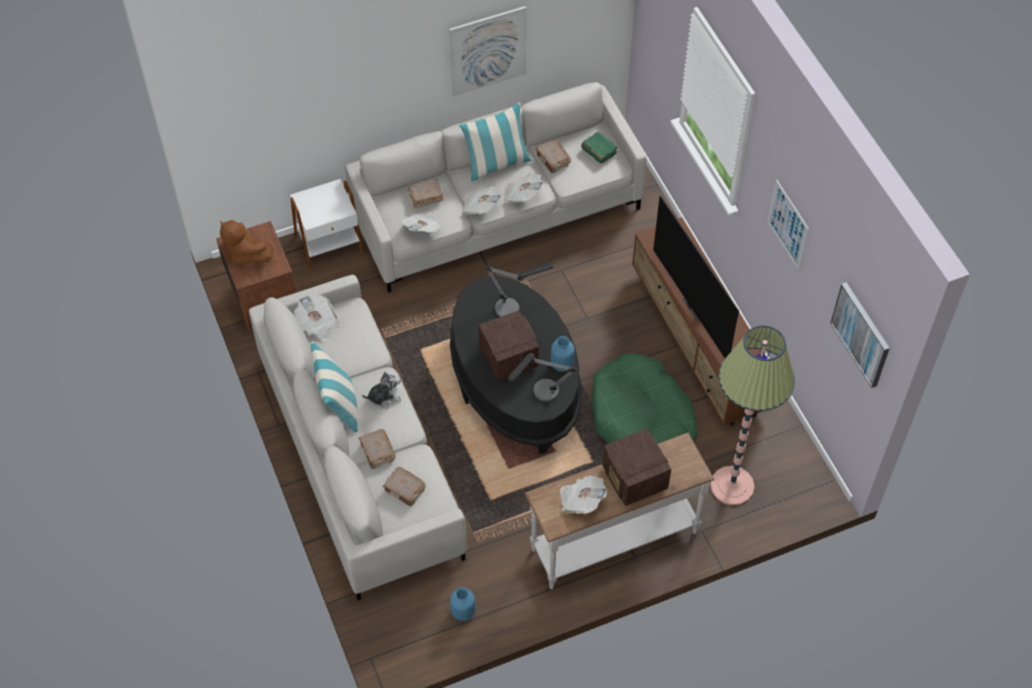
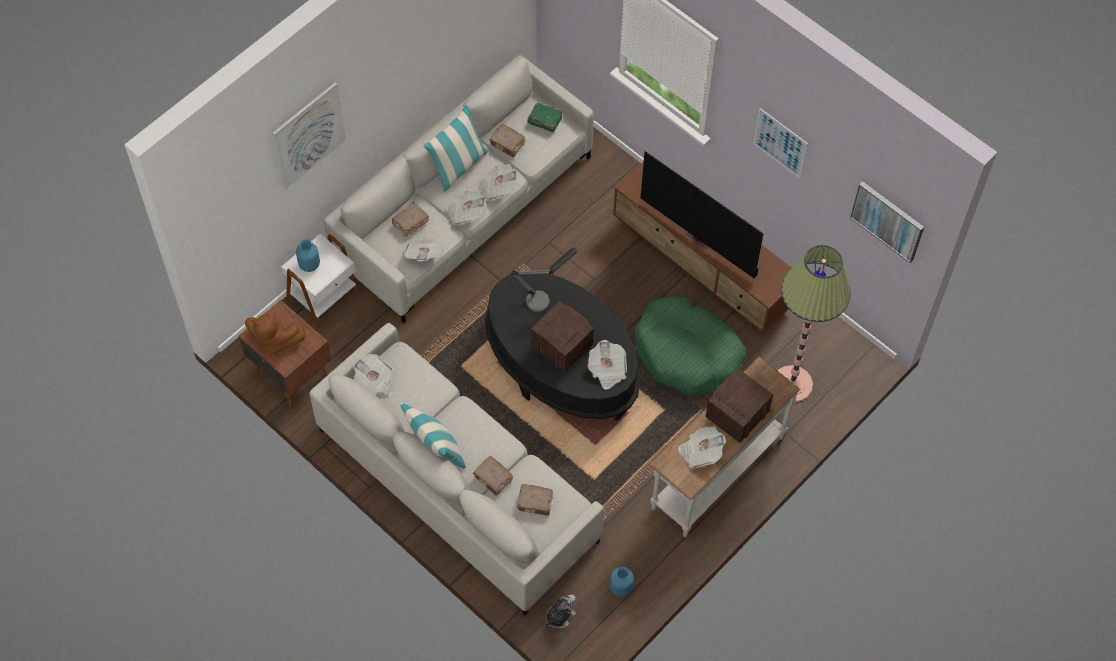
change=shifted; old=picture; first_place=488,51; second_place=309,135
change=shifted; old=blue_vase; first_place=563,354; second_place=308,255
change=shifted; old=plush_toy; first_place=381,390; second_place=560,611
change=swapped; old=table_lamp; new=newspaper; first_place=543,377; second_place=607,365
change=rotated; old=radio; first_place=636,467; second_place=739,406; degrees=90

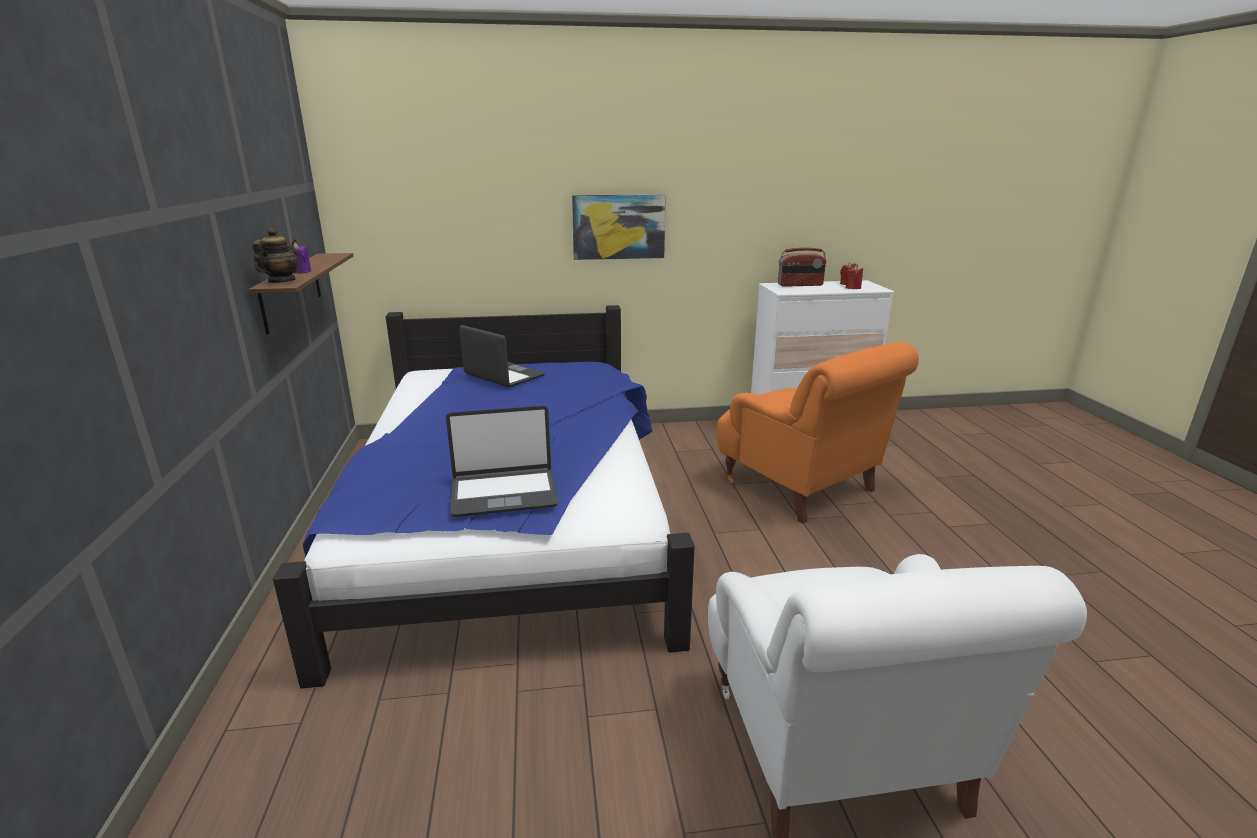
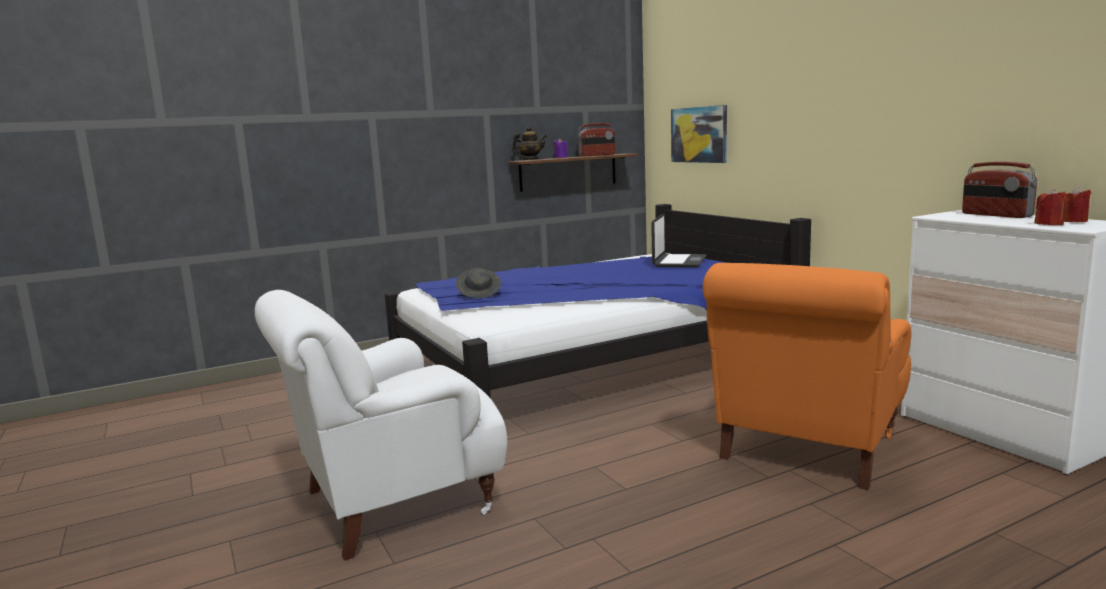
change=swapped; old=laptop; new=grey_hat; first_place=502,461; second_place=478,283
change=new; new=radio; second_place=596,140
change=shifted; old=picture; first_place=619,227; second_place=699,134

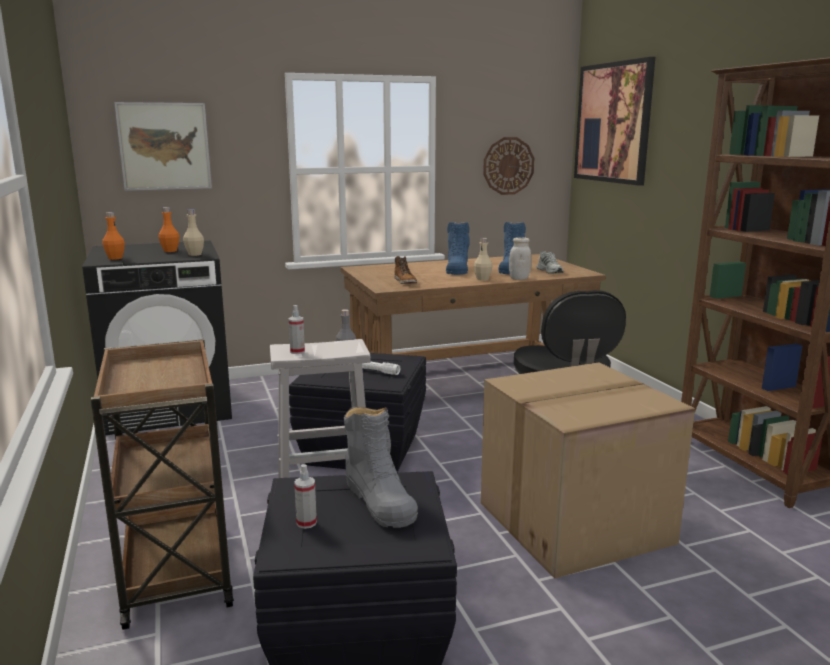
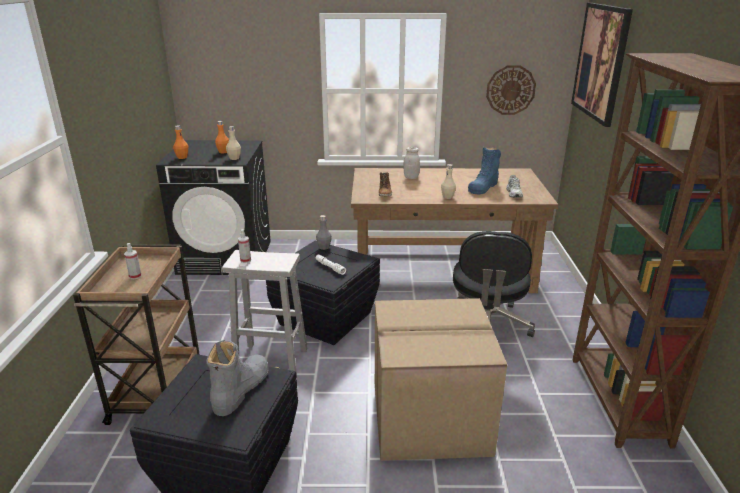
change=shifted; old=spray_bottle; first_place=305,496; second_place=133,261
change=rotated; old=grey_boot; first_place=381,467; second_place=237,378; degrees=-150
change=shifted; old=white_jar; first_place=520,258; second_place=411,163
change=gone; old=picture; first_place=163,146
change=gone; old=blue_boot; first_place=458,248

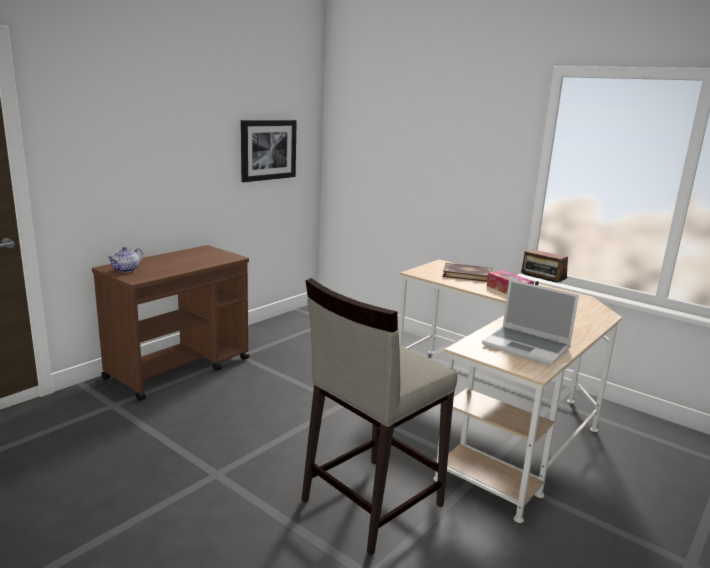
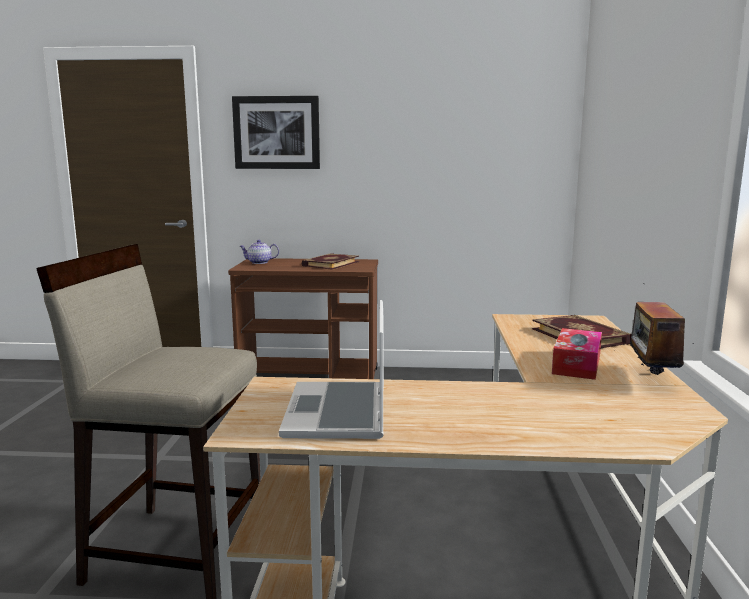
change=shifted; old=picture; first_place=269,151; second_place=276,132
change=new; new=book; second_place=330,261

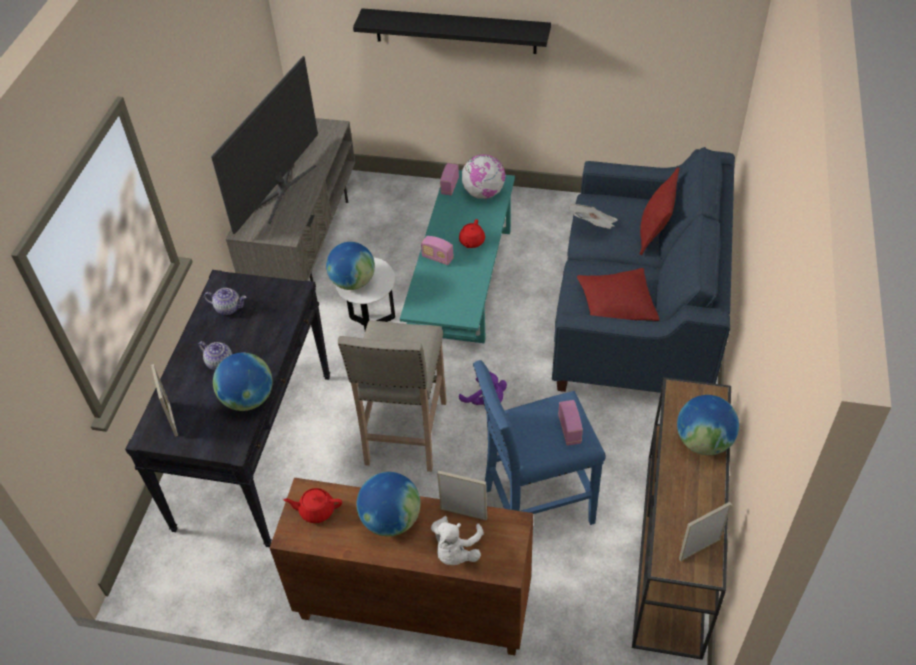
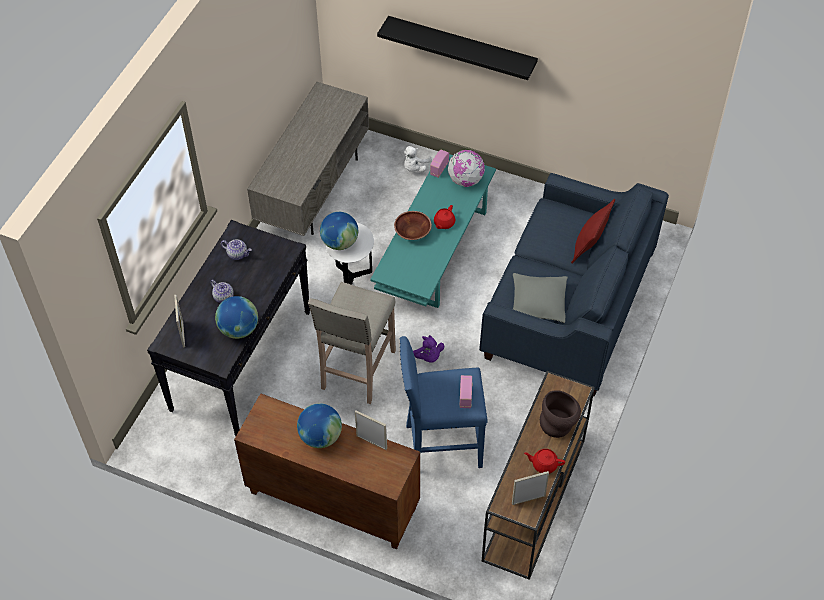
change=swapped; old=radio; new=brown_bowl; first_place=437,250; second_place=413,225
change=shifted; old=white_plush_toy; first_place=457,540; second_place=418,159
change=repainted; old=red_pillow; new=grey_pillow; first_place=618,294; second_place=540,298
change=shifted; old=red_teapot; first_place=313,505; second_place=544,461
change=swapped; old=globe; new=brown_vase; first_place=708,425; second_place=560,414
change=gone; old=television; first_place=264,145
change=gone; old=newspaper; first_place=593,216

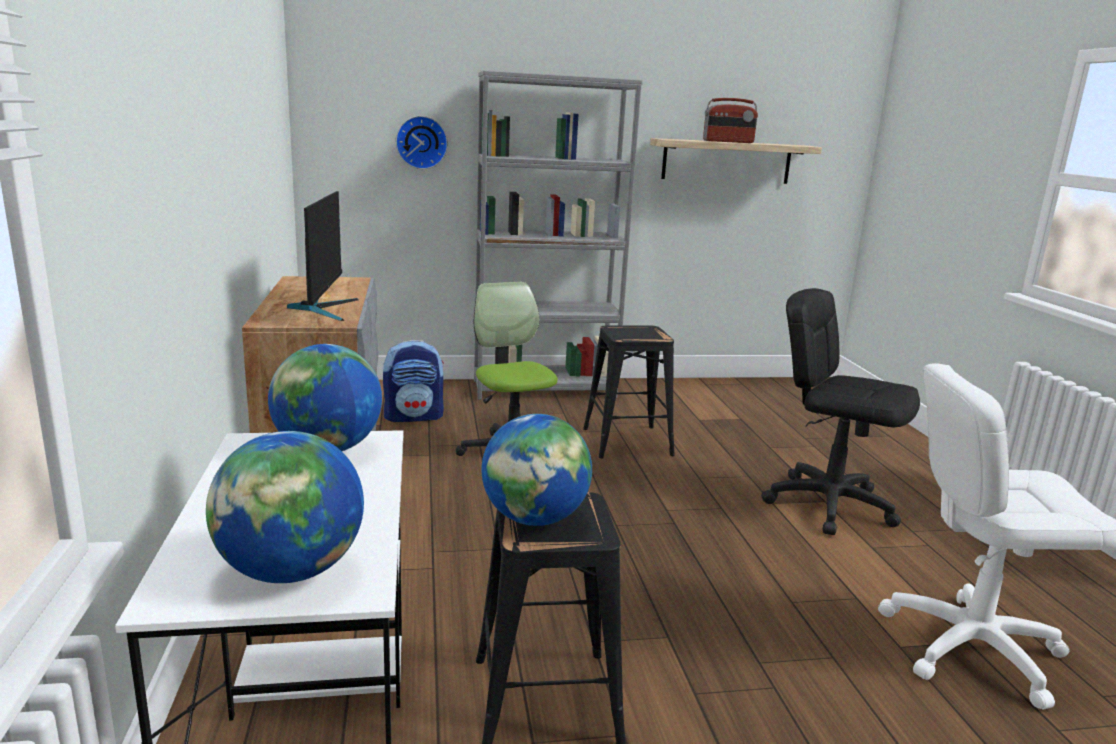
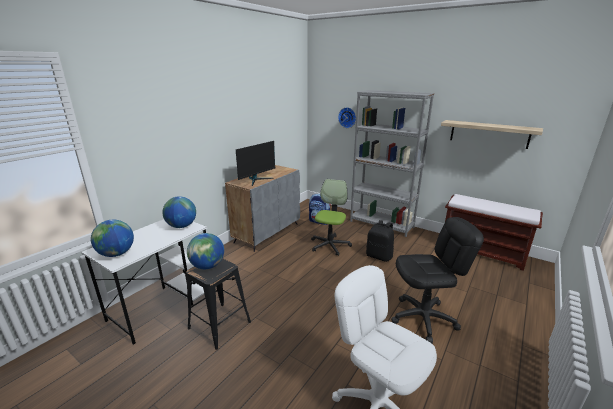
change=swapped; old=black_stool; new=black_backpack; first_place=629,392; second_place=380,241
change=rotated; old=black_office_chair; first_place=840,411; second_place=437,280; degrees=90
change=new; new=brown_bench; second_place=494,232
change=gone; old=radio; first_place=730,120

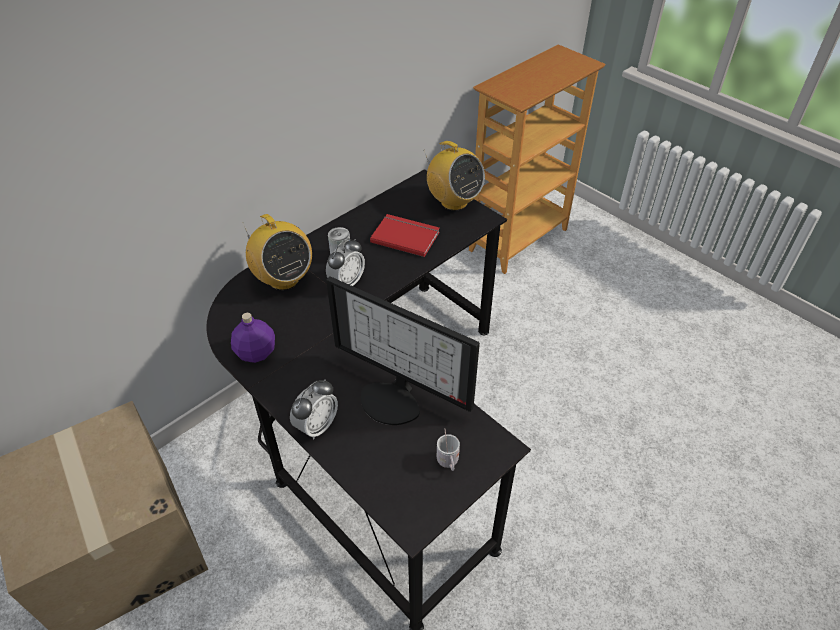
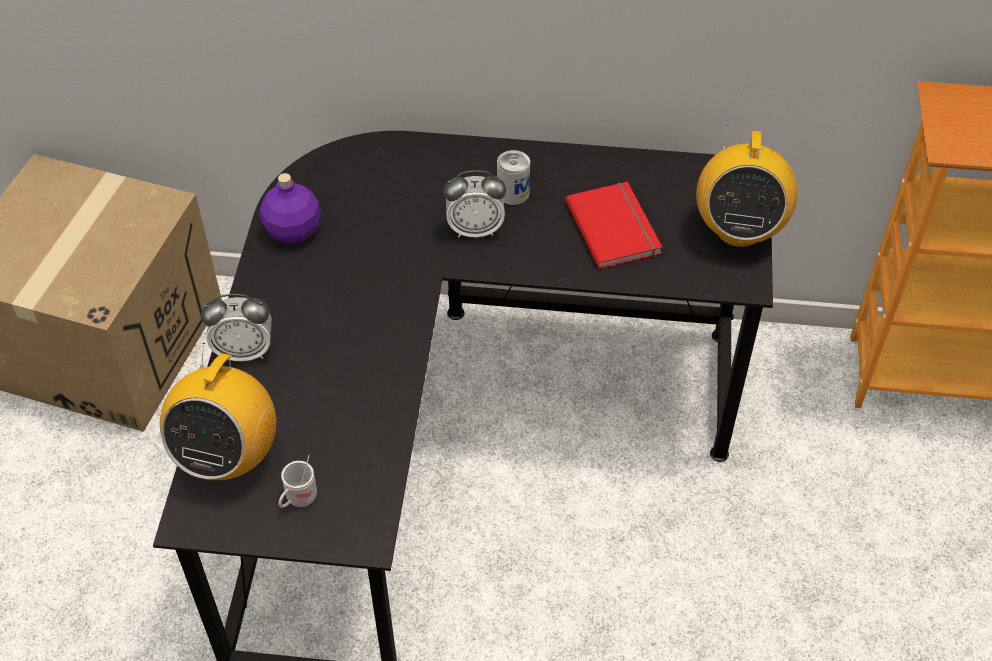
change=shifted; old=radio; first_place=277,252; second_place=218,411
change=gone; old=monitor; first_place=403,350

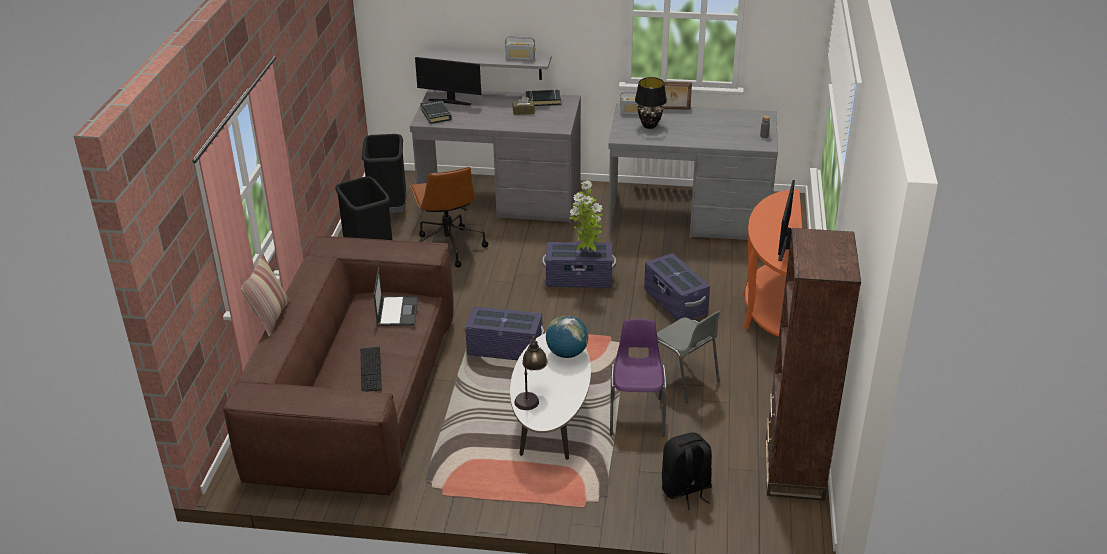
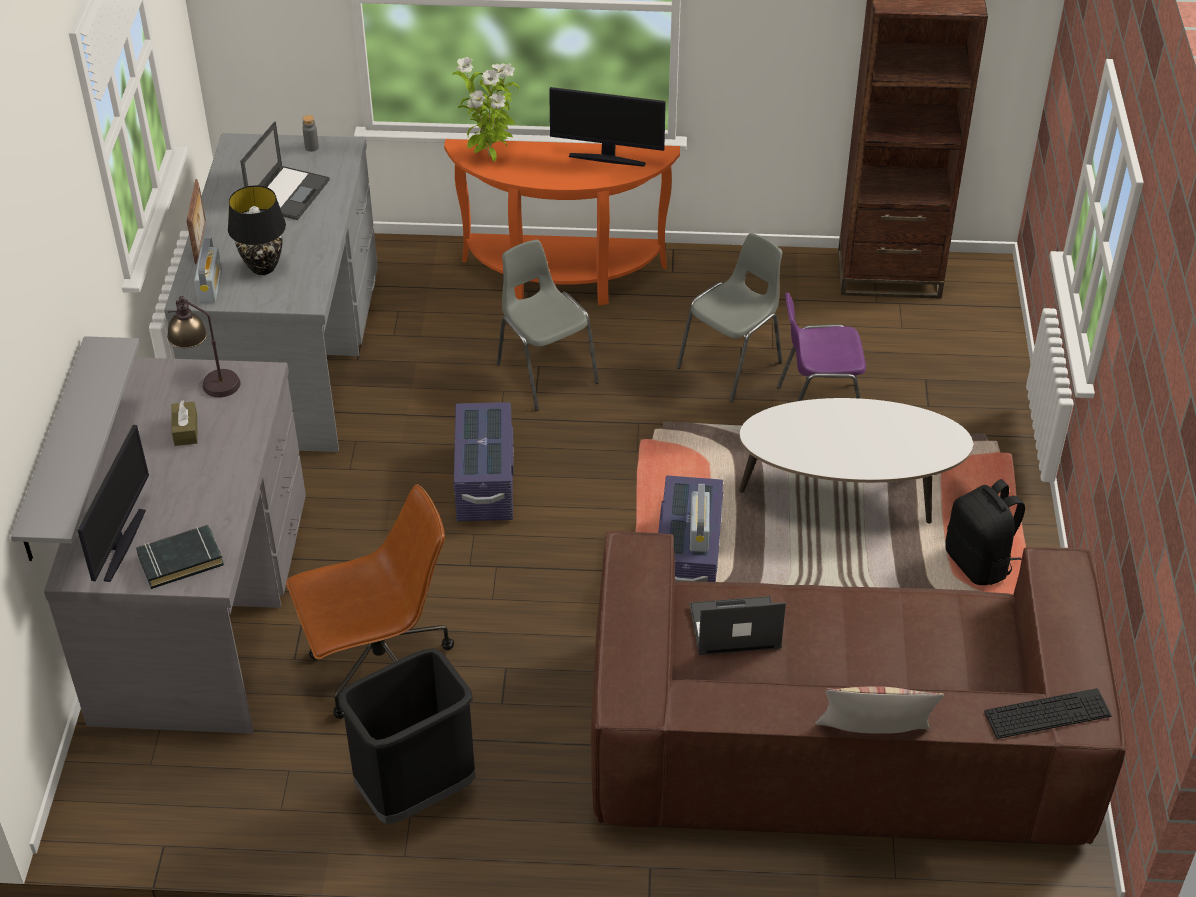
change=shifted; old=table_lamp; first_place=531,373; second_place=204,346
change=new; new=laptop; second_place=285,170
change=shifted; old=potted_plant; first_place=586,216; second_place=486,109
change=swapped; old=purple_storage_box; new=grey_chair; first_place=677,287; second_place=548,325
change=shifted; old=radio; first_place=520,48; second_place=700,518
change=shifted; old=black_backpack; first_place=687,471; second_place=985,532
change=shifted; old=keyboard; first_place=371,369; second_place=1048,713
change=gone; old=black_trash_can; first_place=384,173
change=gone; old=black_book; first_place=543,98
change=gone; old=globe; first_place=567,336

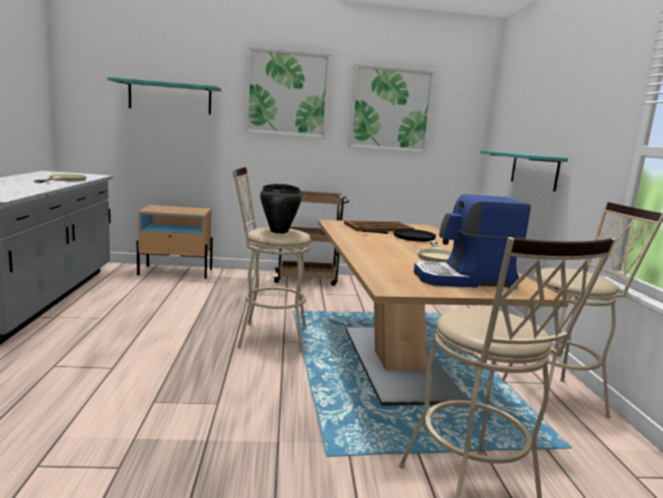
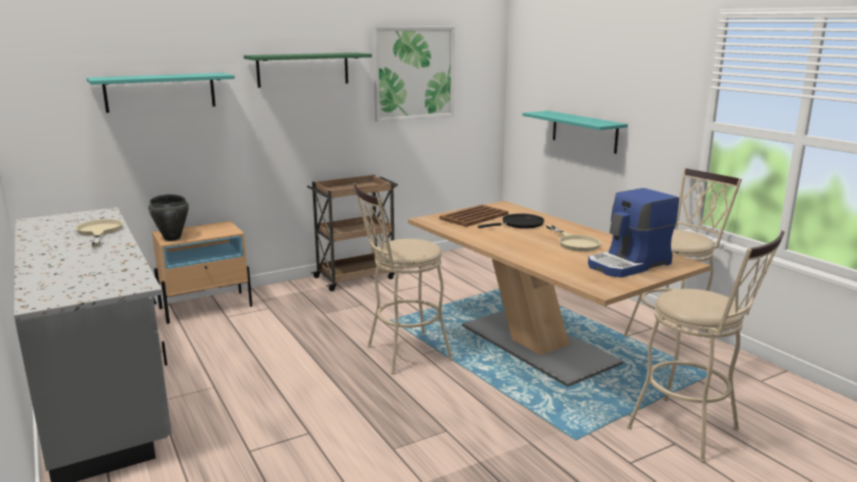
change=shifted; old=black_cooking_pot; first_place=281,209; second_place=168,217
change=swapped; old=picture; new=green_shelf; first_place=288,92; second_place=308,70

